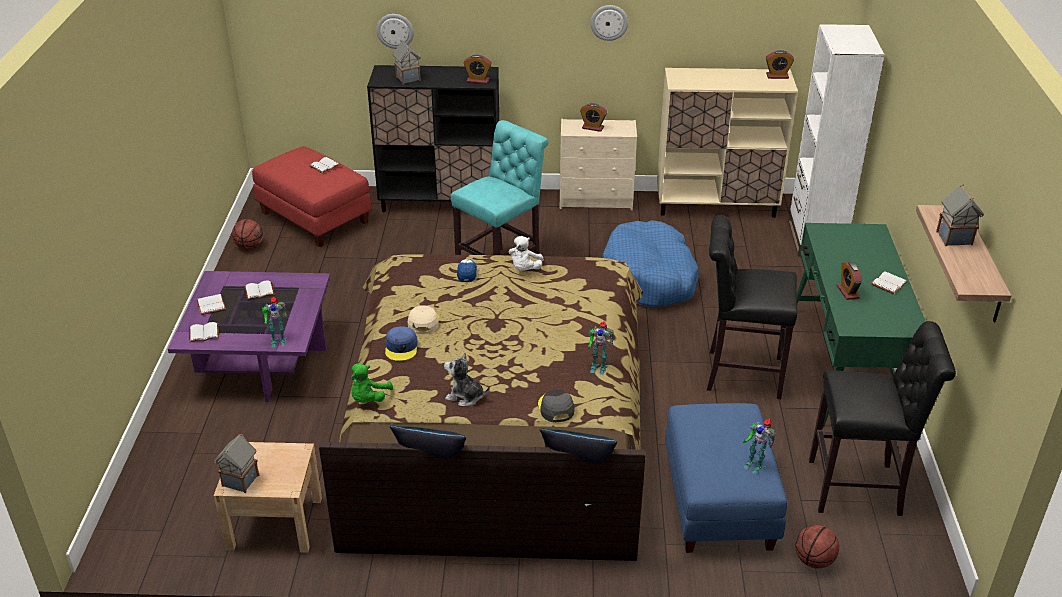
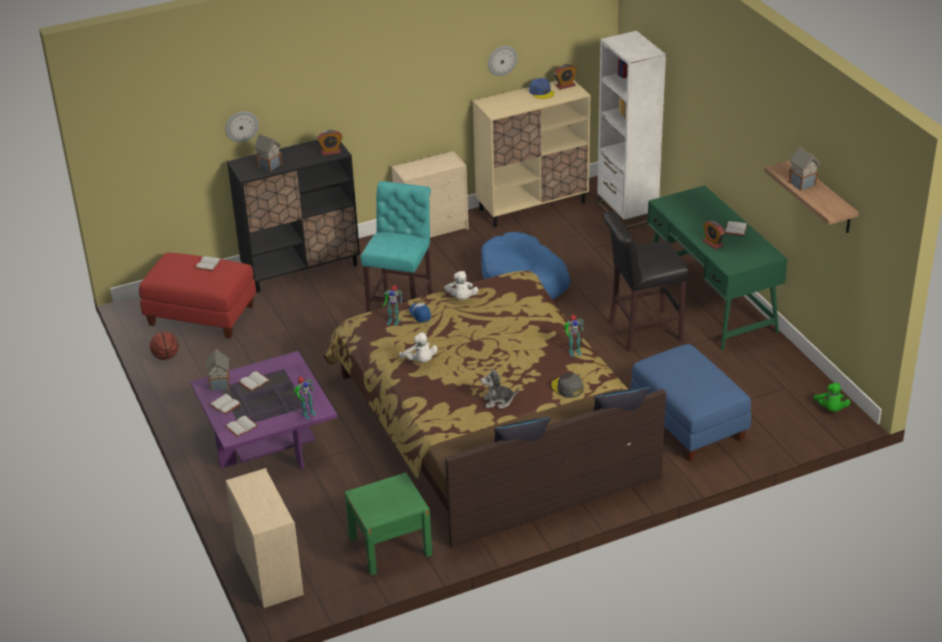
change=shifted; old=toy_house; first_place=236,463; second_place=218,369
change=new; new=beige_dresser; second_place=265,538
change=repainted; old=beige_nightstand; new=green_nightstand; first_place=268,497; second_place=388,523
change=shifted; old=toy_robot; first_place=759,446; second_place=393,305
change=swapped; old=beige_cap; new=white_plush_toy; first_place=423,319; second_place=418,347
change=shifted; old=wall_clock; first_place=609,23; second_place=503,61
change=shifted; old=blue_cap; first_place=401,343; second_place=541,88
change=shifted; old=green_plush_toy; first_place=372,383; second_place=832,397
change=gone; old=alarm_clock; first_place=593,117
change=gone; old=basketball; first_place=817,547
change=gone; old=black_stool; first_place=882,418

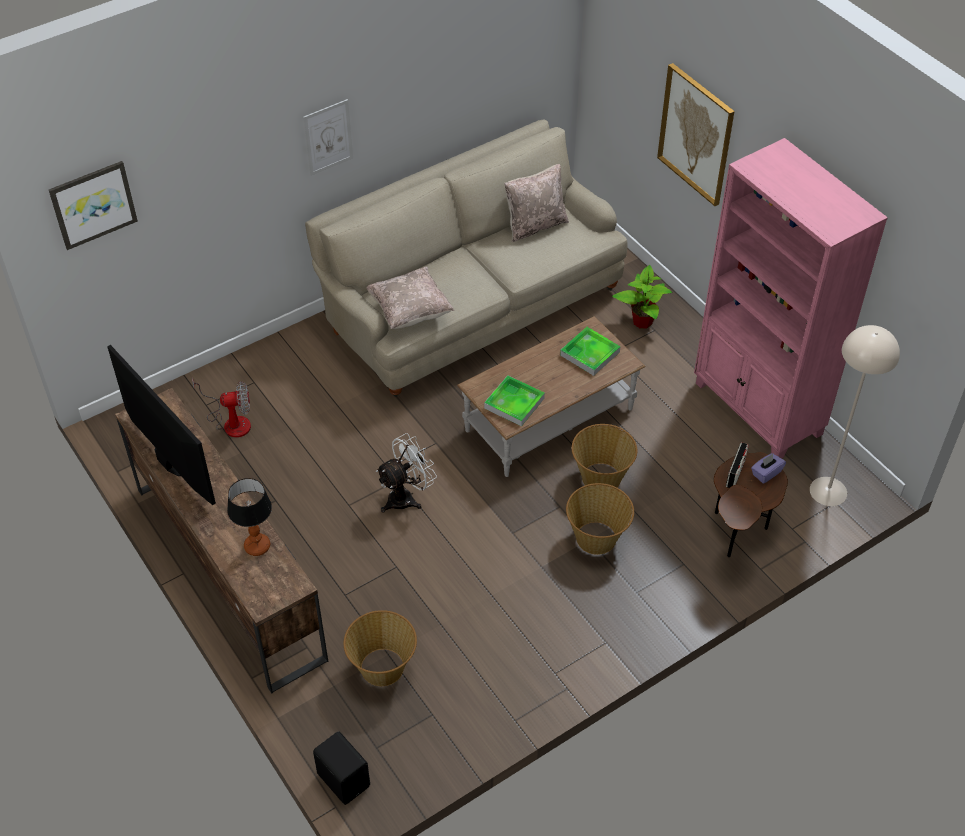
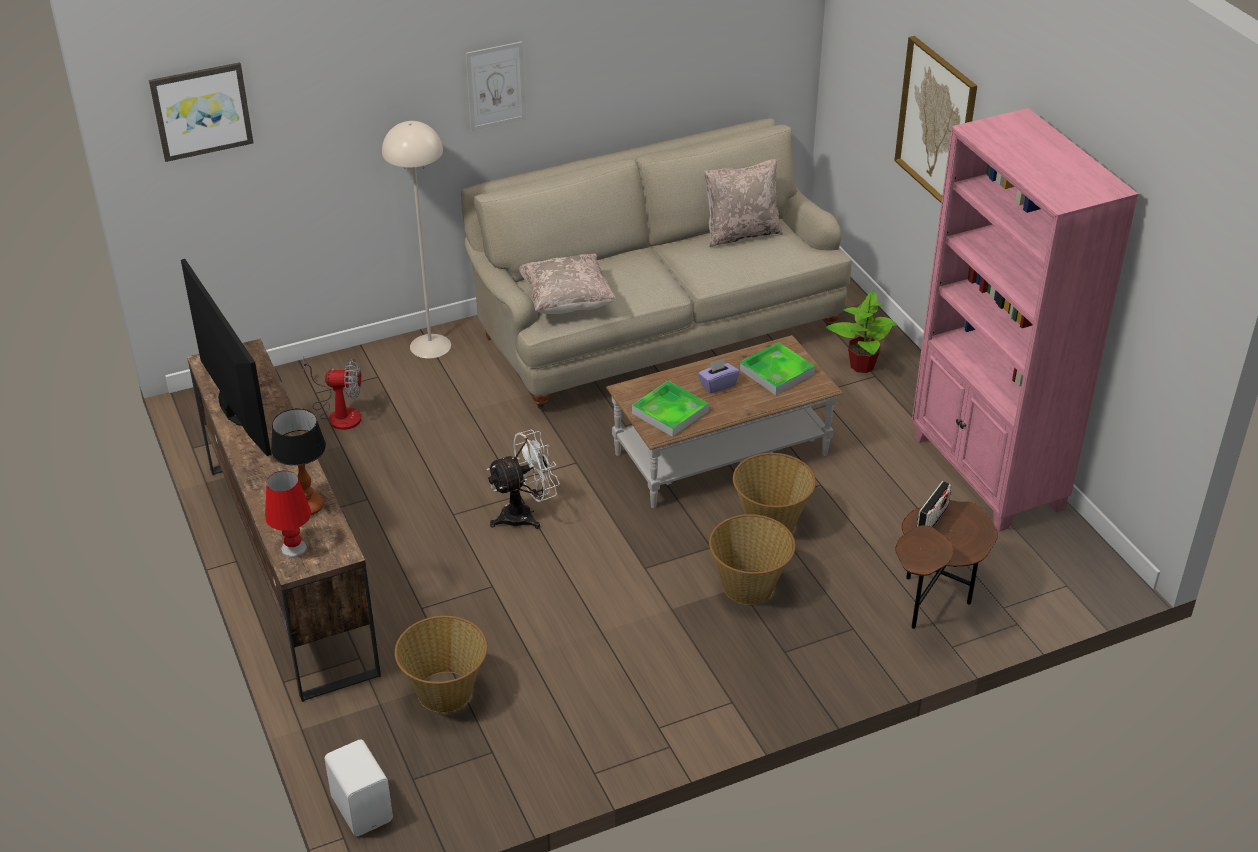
change=new; new=red_table_lamp; second_place=288,514
change=repainted; old=black_speaker; new=white_speaker; first_place=341,768; second_place=359,787
change=shifted; old=beige_floor_lamp; first_place=855,415; second_place=416,239
change=shifted; old=purple_tissue_box; first_place=768,468; second_place=718,376

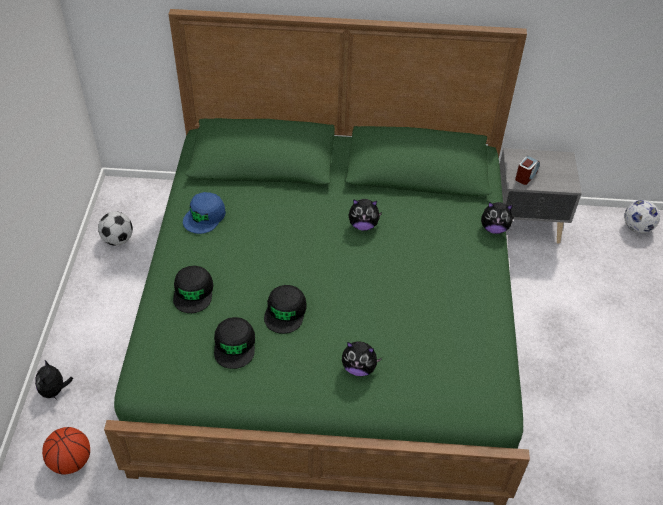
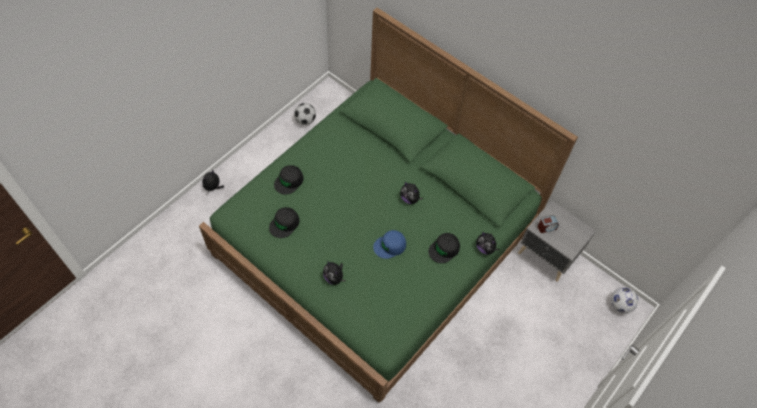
change=shifted; old=blue_cap; first_place=204,213; second_place=389,244
change=shifted; old=black_cap; first_place=285,309; second_place=444,248
change=gone; old=basketball; first_place=66,451

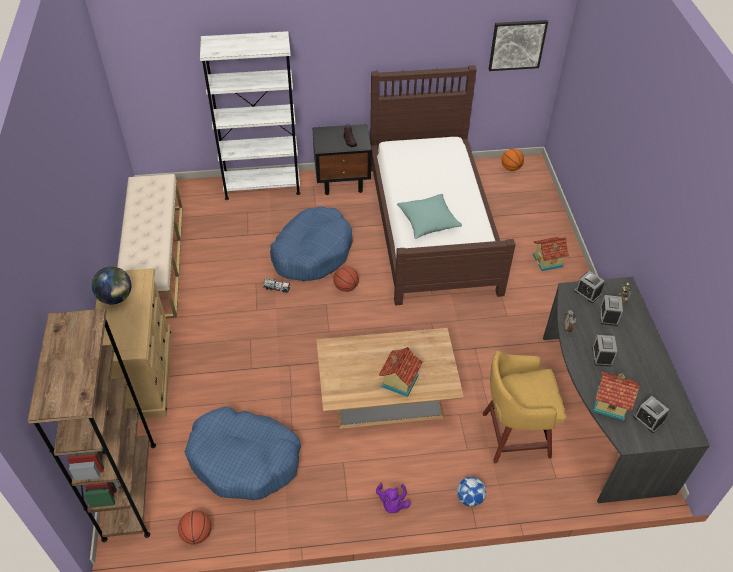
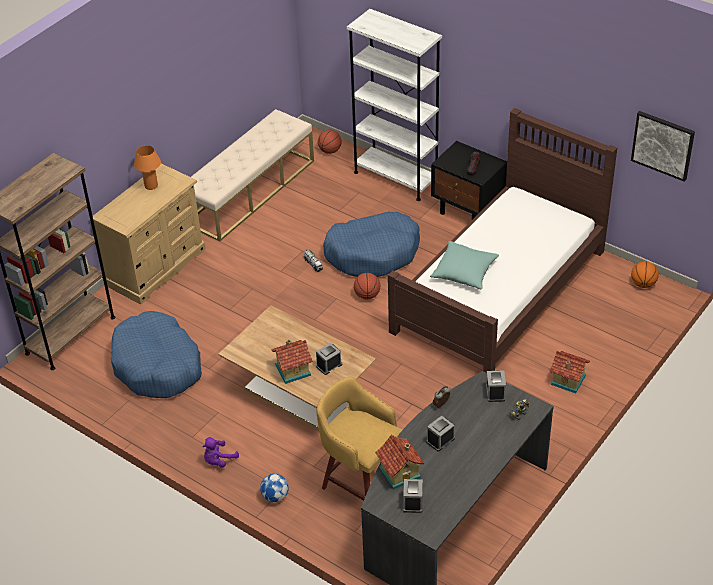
change=swapped; old=globe; new=orange_table_lamp; first_place=112,285; second_place=147,167
change=shifted; old=alarm_clock; first_place=611,310; second_place=329,359
change=shifted; old=basketball; first_place=194,527; second_place=330,142

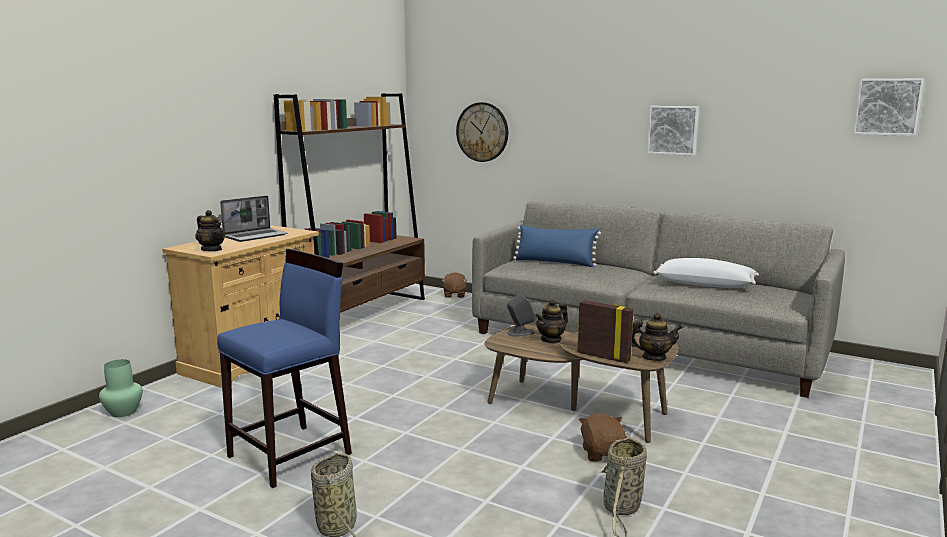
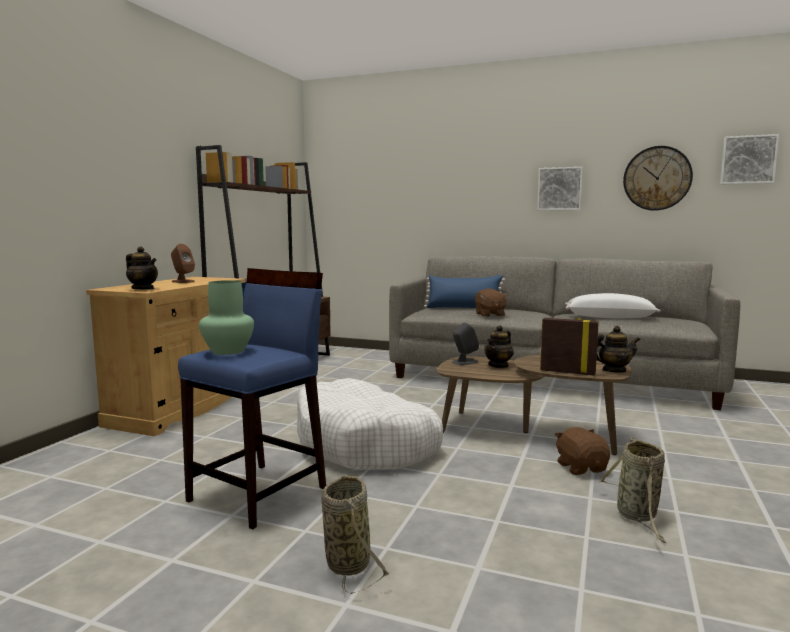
change=swapped; old=laptop; new=brown_speaker; first_place=253,219; second_place=183,263
change=shifted; old=green_vase; first_place=121,388; second_place=226,317
change=new; new=white_dog_bed; second_place=370,424
change=shifted; old=brown_plush_toy; first_place=454,285; second_place=491,303
change=shifted; old=wall_clock; first_place=482,132; second_place=658,178

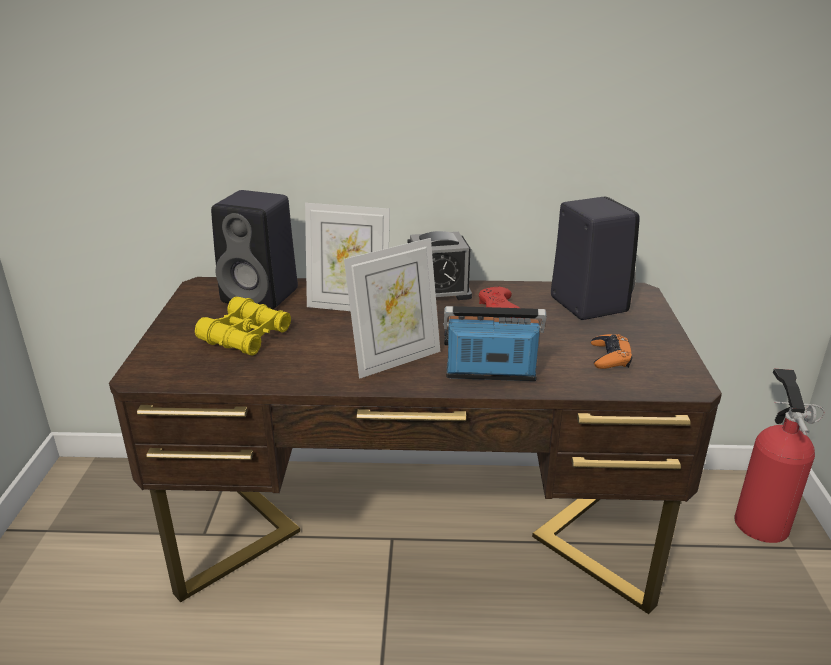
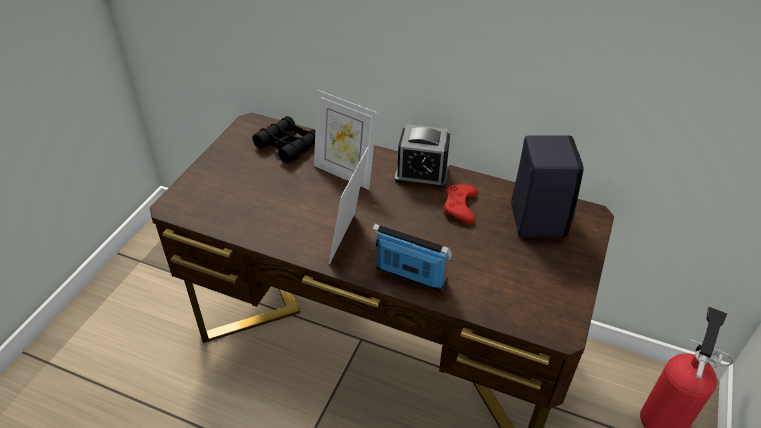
change=swapped; old=black_speaker; new=black_binoculars; first_place=254,249; second_place=283,139
change=rotated; old=picture_frame; first_place=392,308; second_place=348,206; degrees=120
change=gone; old=yellow_binoculars; first_place=243,326
change=gone; old=orange_game_controller; first_place=611,351

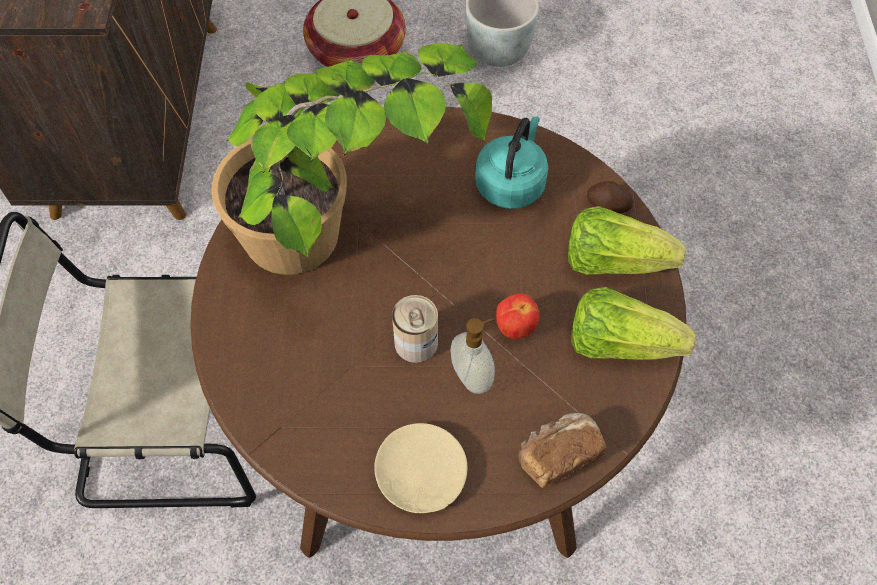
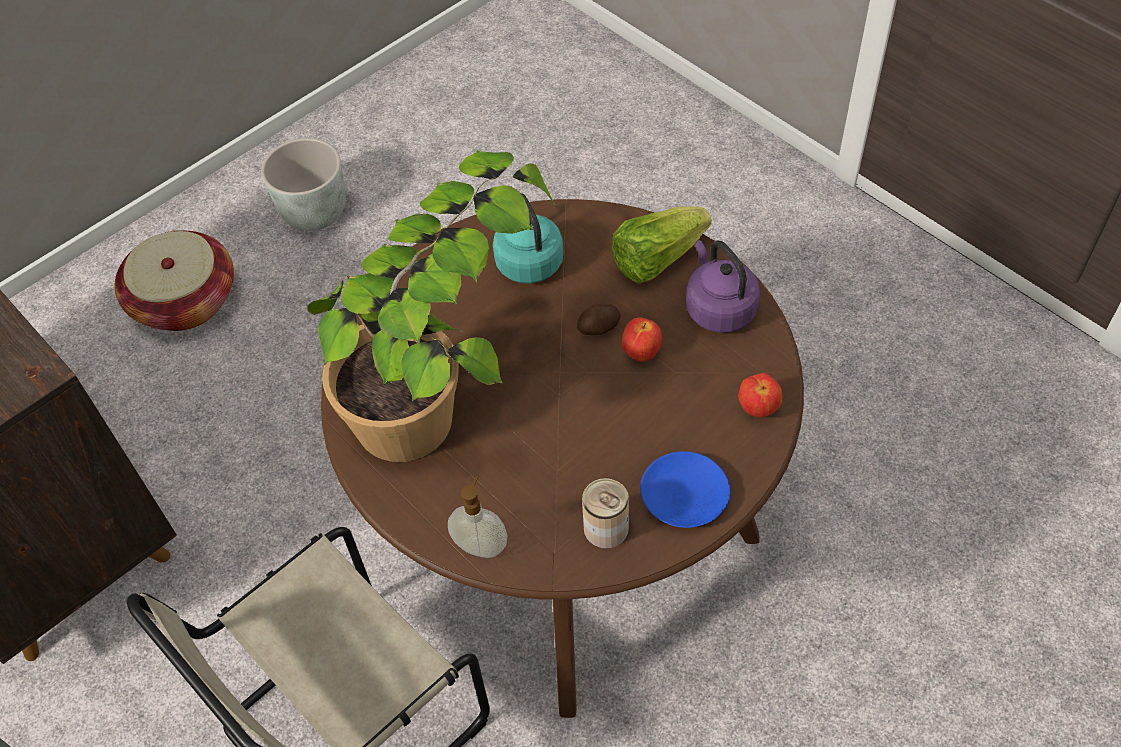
change=shifted; old=soap_dispenser; first_place=473,356; second_place=477,517
change=shifted; old=potato; first_place=610,197; second_place=599,319
change=shifted; old=can; first_place=415,329; second_place=605,513
change=repainted; old=beige_plate; new=blue_plate; first_place=421,468; second_place=685,489
change=swapped; old=lettuce; new=purple_kettle; first_place=633,323; second_place=723,286
change=swapped; old=bread; new=apple; first_place=562,450; second_place=760,395

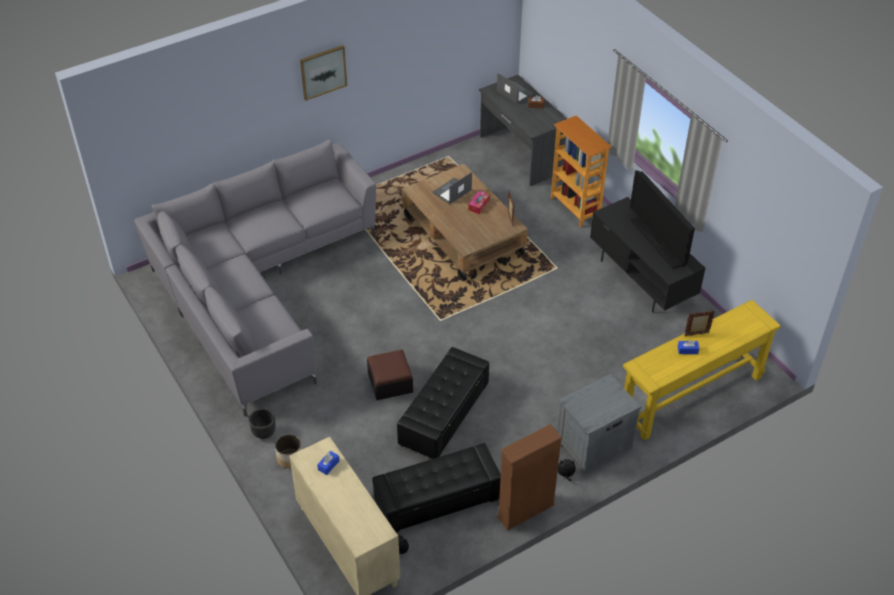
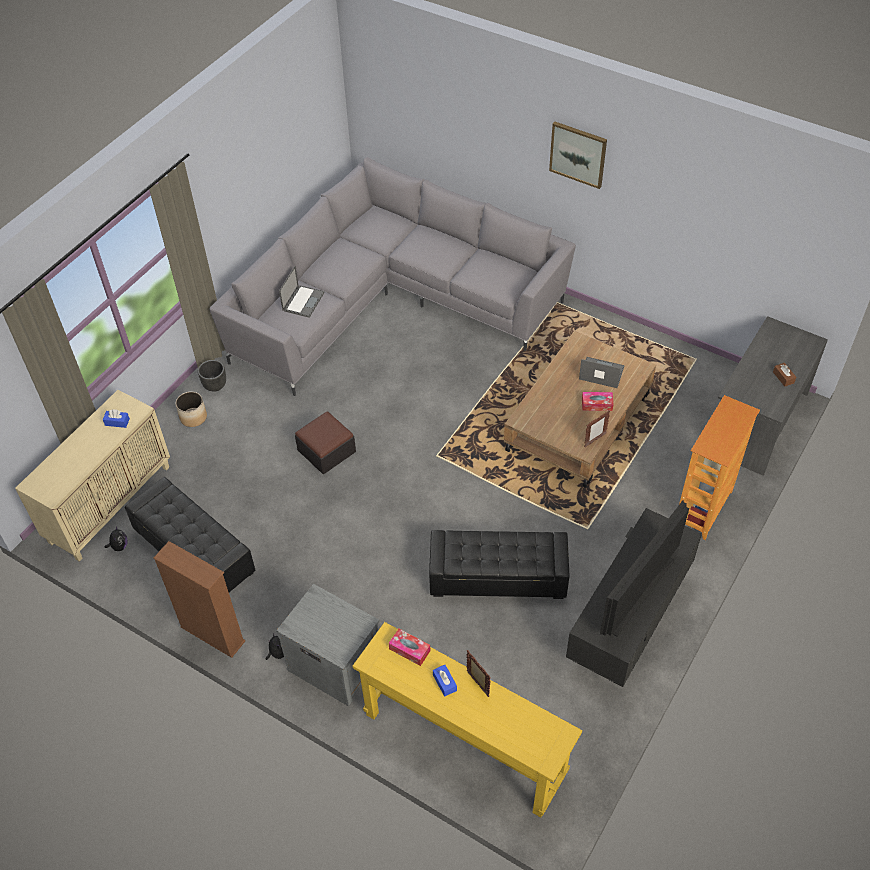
change=shifted; old=laptop; first_place=515,88; second_place=302,292
change=new; new=tissue_box; second_place=409,647
change=shifted; old=black_ottoman; first_place=443,403; second_place=499,564

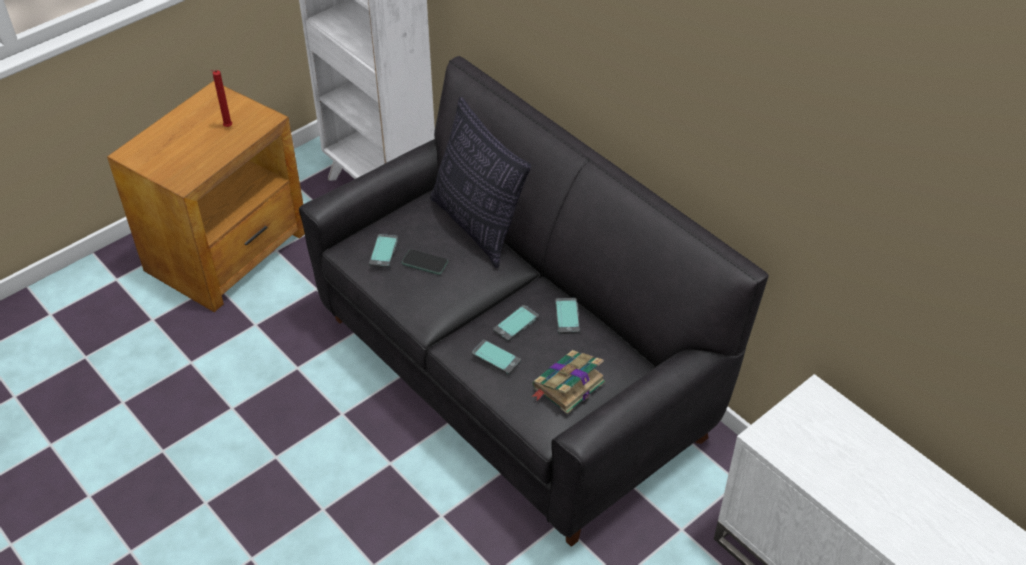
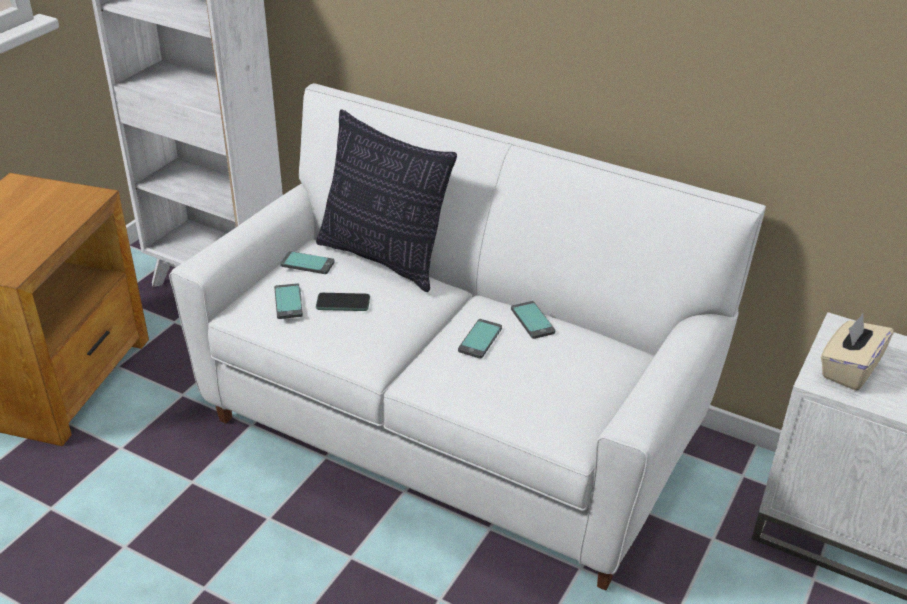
change=repainted; old=black_sofa; new=white_sofa; first_place=534,301; second_place=467,337
change=shifted; old=phone; first_place=496,357; second_place=307,262
change=new; new=beige_tissue_box; second_place=857,352
change=gone; old=red_candle; first_place=221,98
change=gone; old=book; first_place=568,382

